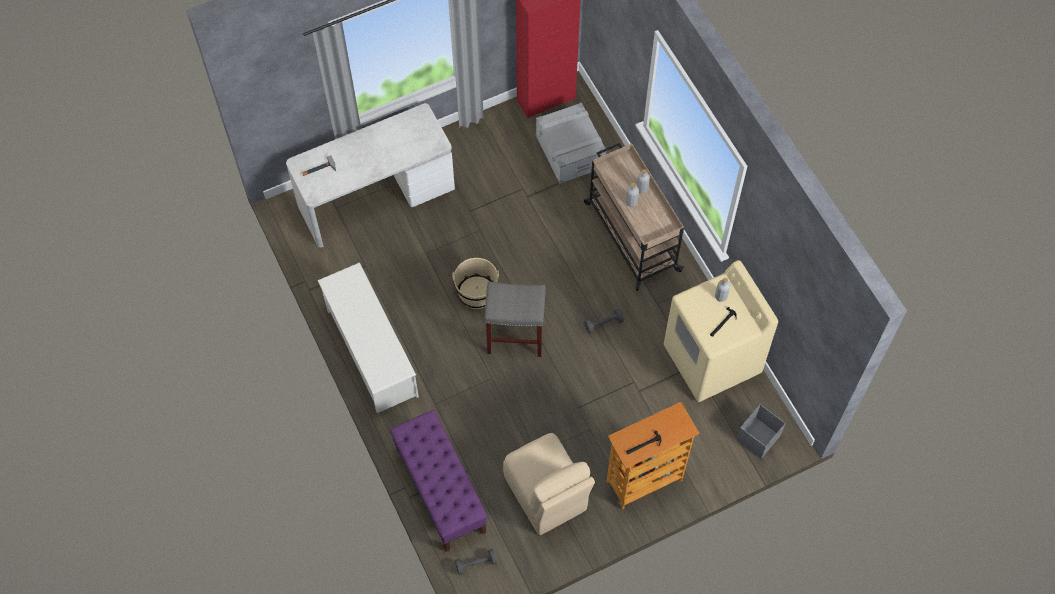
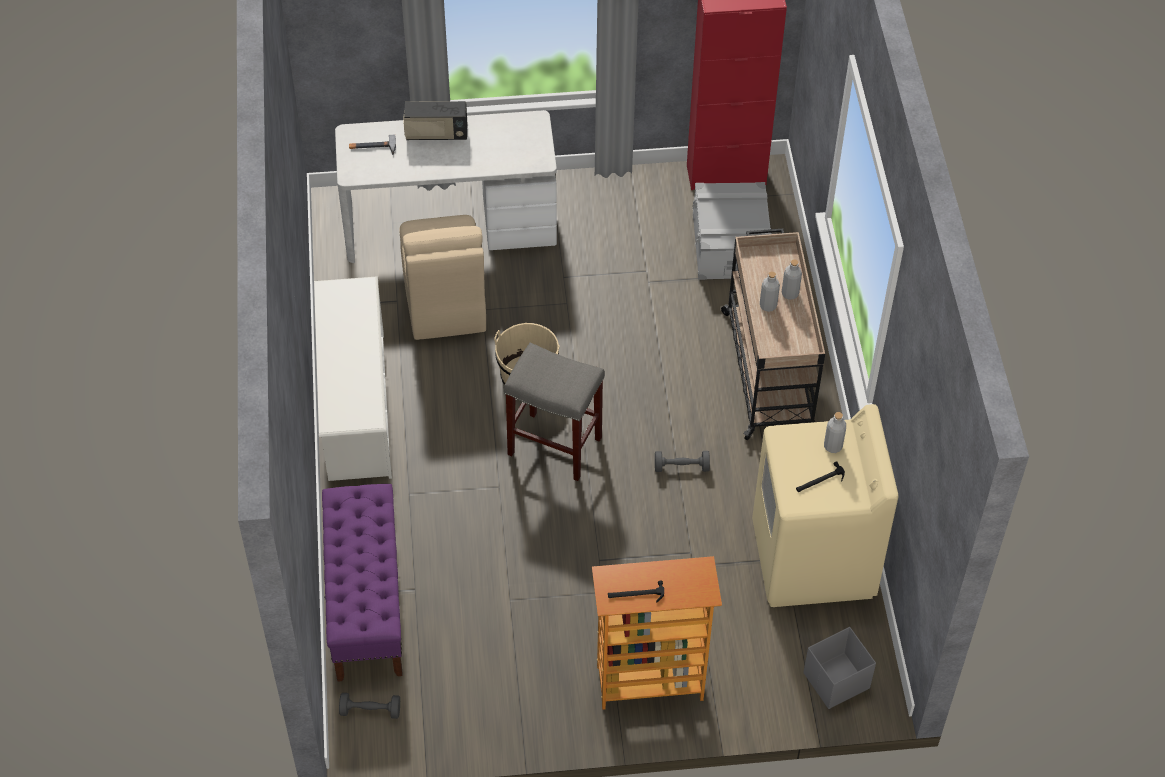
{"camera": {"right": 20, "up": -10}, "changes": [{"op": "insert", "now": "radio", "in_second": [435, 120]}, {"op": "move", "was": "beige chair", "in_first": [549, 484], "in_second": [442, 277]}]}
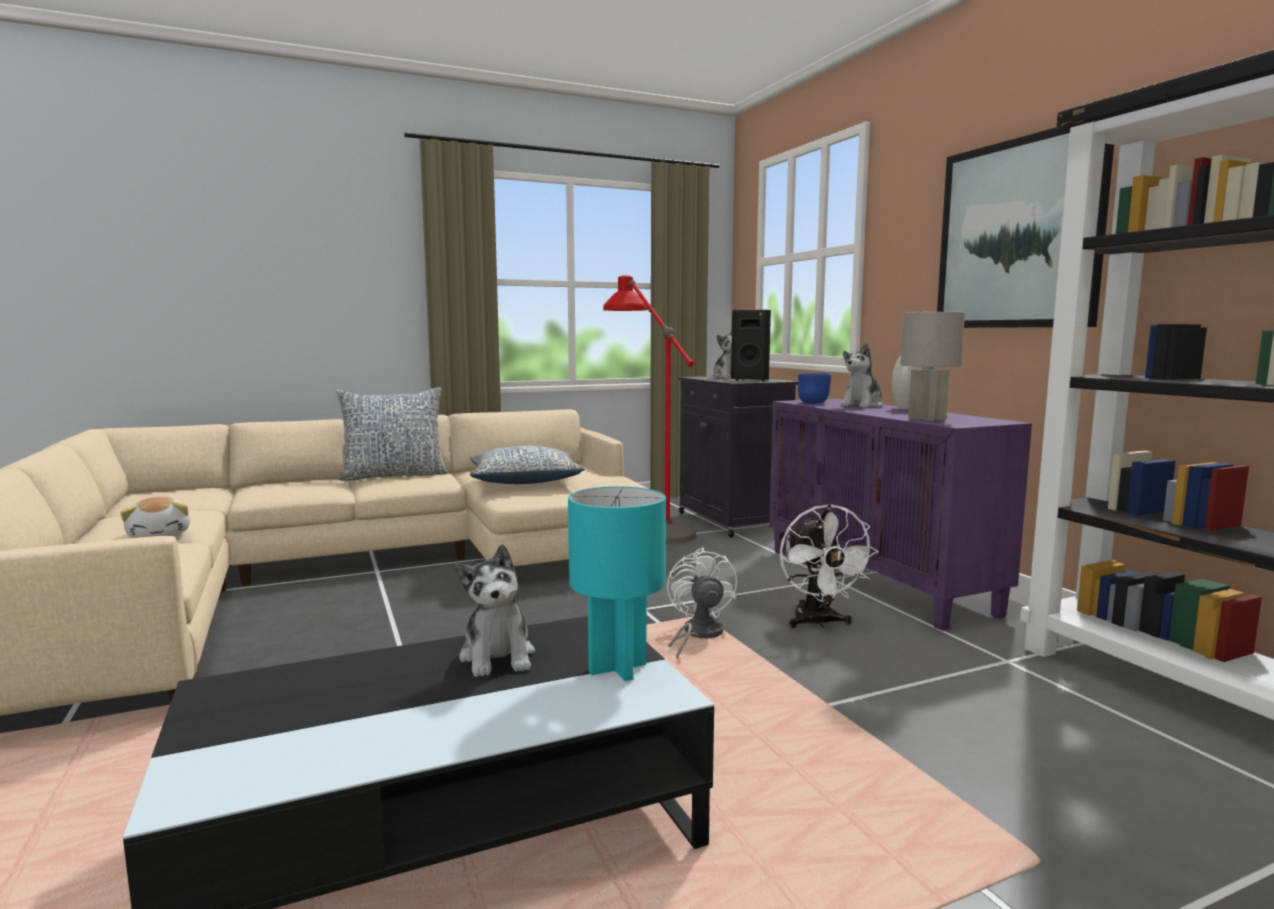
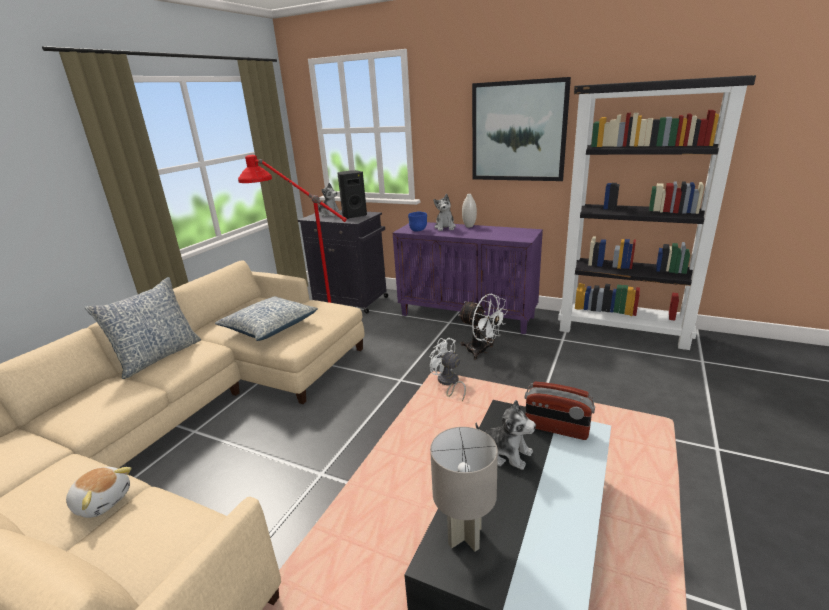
{"camera": {"right": -40, "up": 15}, "changes": [{"op": "move", "was": "grey table lamp", "in_first": [933, 366], "in_second": [464, 489]}, {"op": "replace", "was": "turquoise table lamp", "now": "radio", "in_first": [617, 583], "in_second": [560, 411]}]}
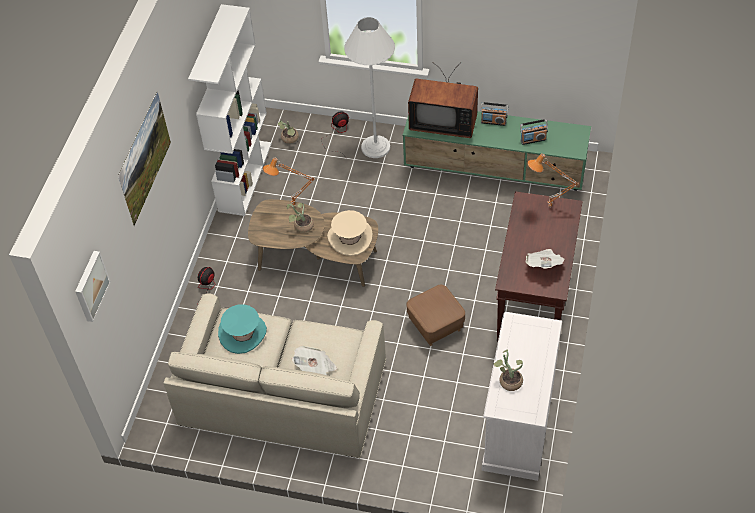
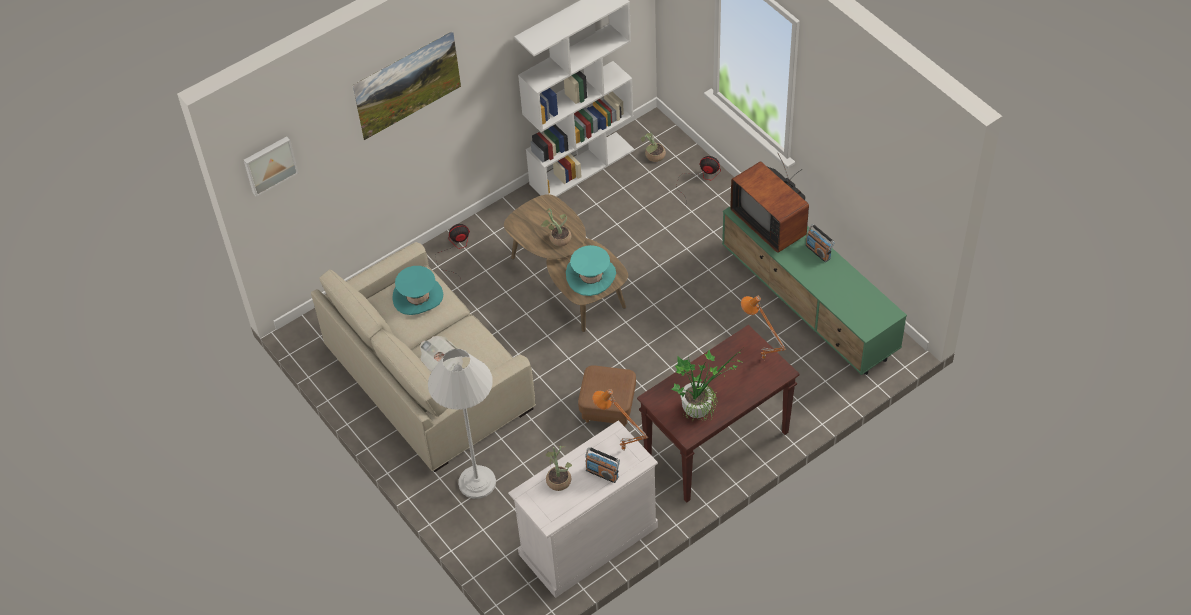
{"camera": {"right": 40, "up": 0}, "changes": [{"op": "move", "was": "orange table lamp", "in_first": [289, 181], "in_second": [620, 420]}, {"op": "move", "was": "white floor lamp", "in_first": [369, 87], "in_second": [462, 424]}, {"op": "move", "was": "radio", "in_first": [534, 132], "in_second": [602, 465]}, {"op": "replace", "was": "newspaper", "now": "potted plant", "in_first": [545, 259], "in_second": [706, 386]}, {"op": "recolor", "was": "beige hat", "now": "turquoise hat", "in_first": [350, 233], "in_second": [591, 270]}]}
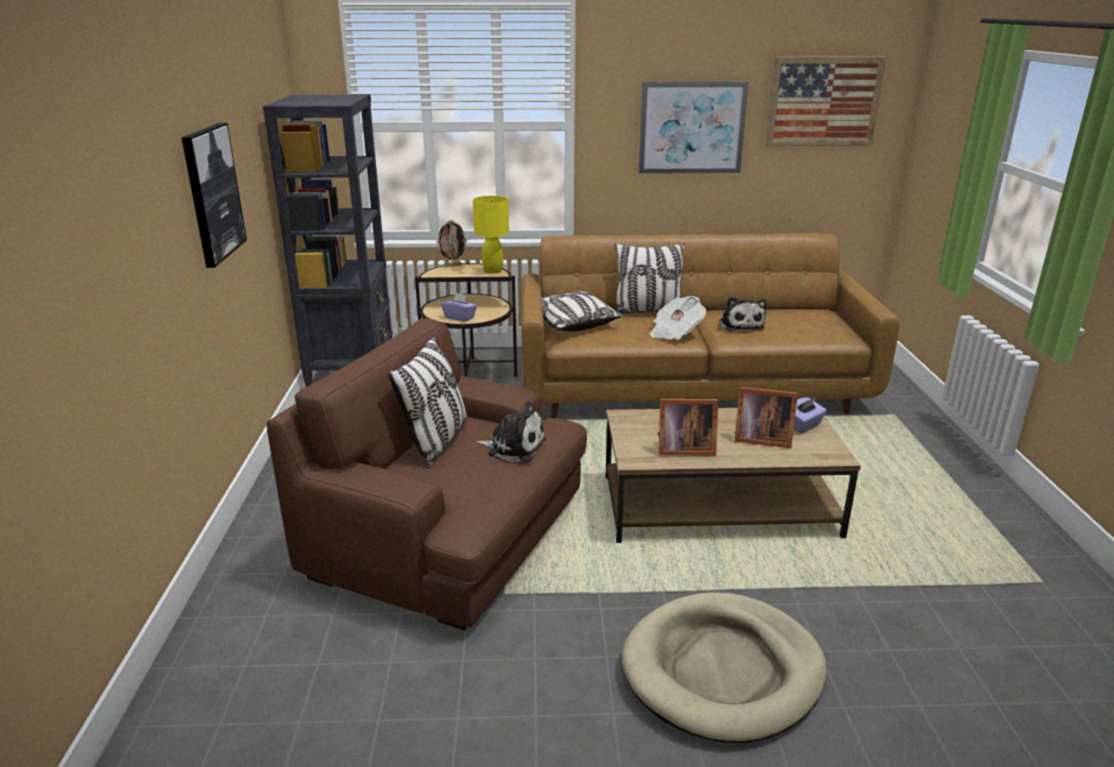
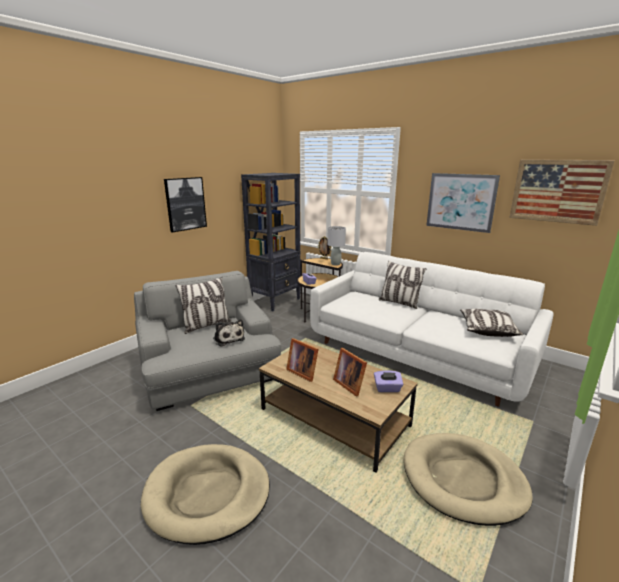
{"camera": {"right": 40, "up": -5}, "changes": [{"op": "delete", "was": "newspaper", "in_first": [678, 318]}, {"op": "delete", "was": "plush toy", "in_first": [742, 314]}, {"op": "insert", "now": "beige dog bed", "in_second": [468, 479]}, {"op": "move", "was": "pillow", "in_first": [581, 311], "in_second": [491, 323]}, {"op": "recolor", "was": "brown armchair", "now": "grey armchair", "in_first": [427, 474], "in_second": [207, 341]}, {"op": "recolor", "was": "yellow table lamp", "now": "grey table lamp", "in_first": [491, 235], "in_second": [336, 245]}, {"op": "recolor", "was": "brown sofa", "now": "white sofa", "in_first": [710, 325], "in_second": [432, 329]}]}
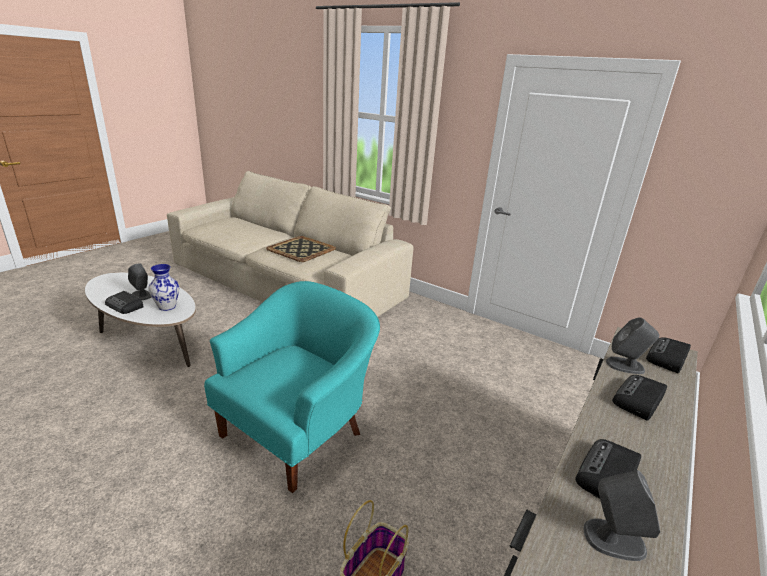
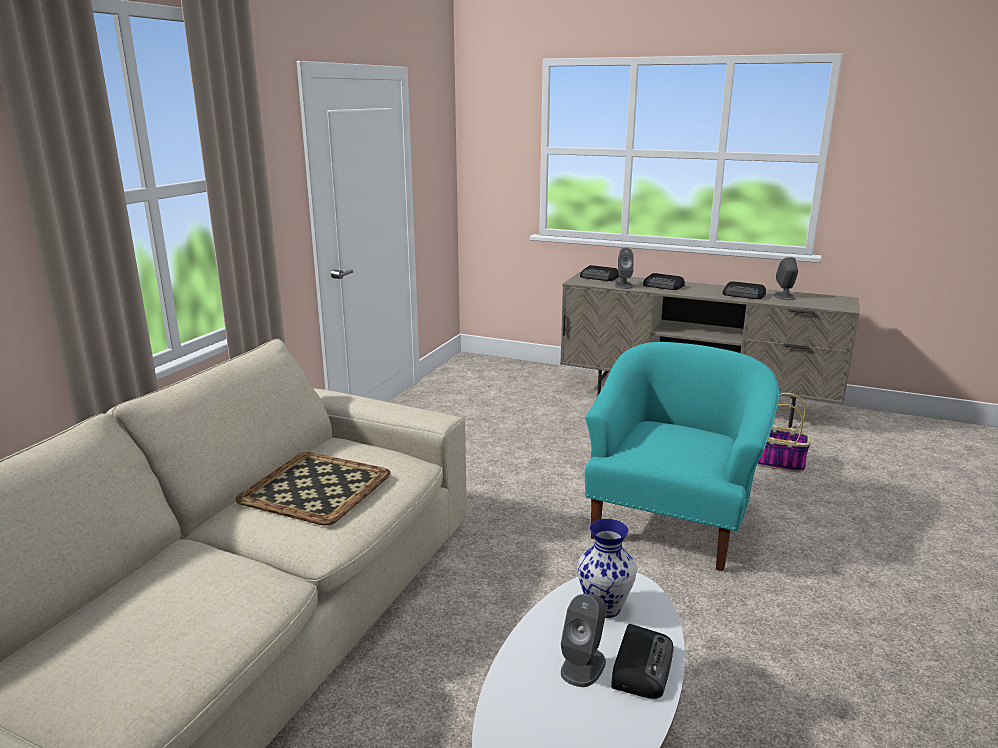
{"camera": {"right": -100, "up": -5}, "changes": [{"op": "rotate", "was": "turquoise armchair", "in_first": [292, 387], "in_second": [682, 456], "clockwise": 90}]}
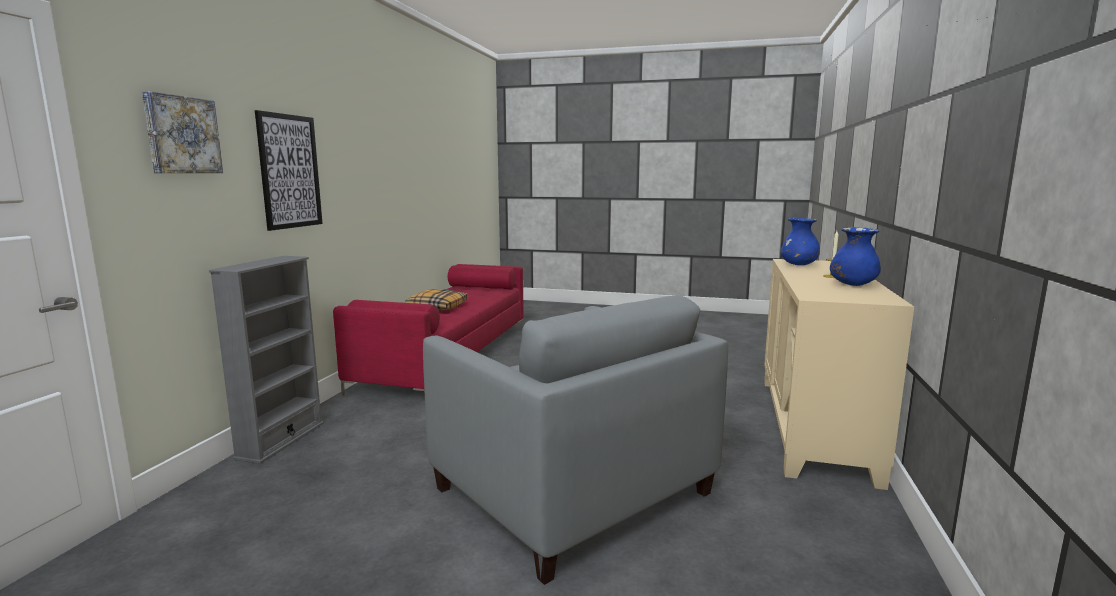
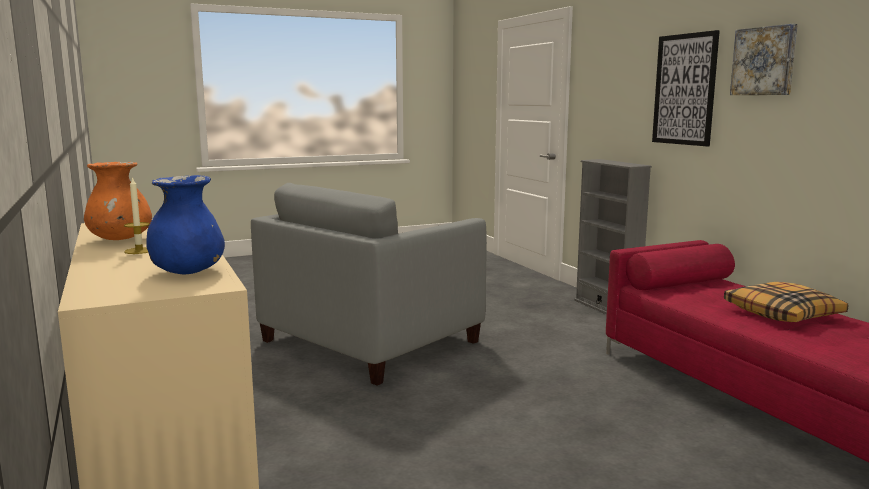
{"camera": {"right": 140, "up": 0}, "changes": [{"op": "move", "was": "picture", "in_first": [182, 132], "in_second": [764, 59]}, {"op": "recolor", "was": "blue vase", "now": "orange vase", "in_first": [855, 256], "in_second": [118, 201]}, {"op": "rotate", "was": "grey armchair", "in_first": [575, 440], "in_second": [369, 284], "clockwise": -60}]}
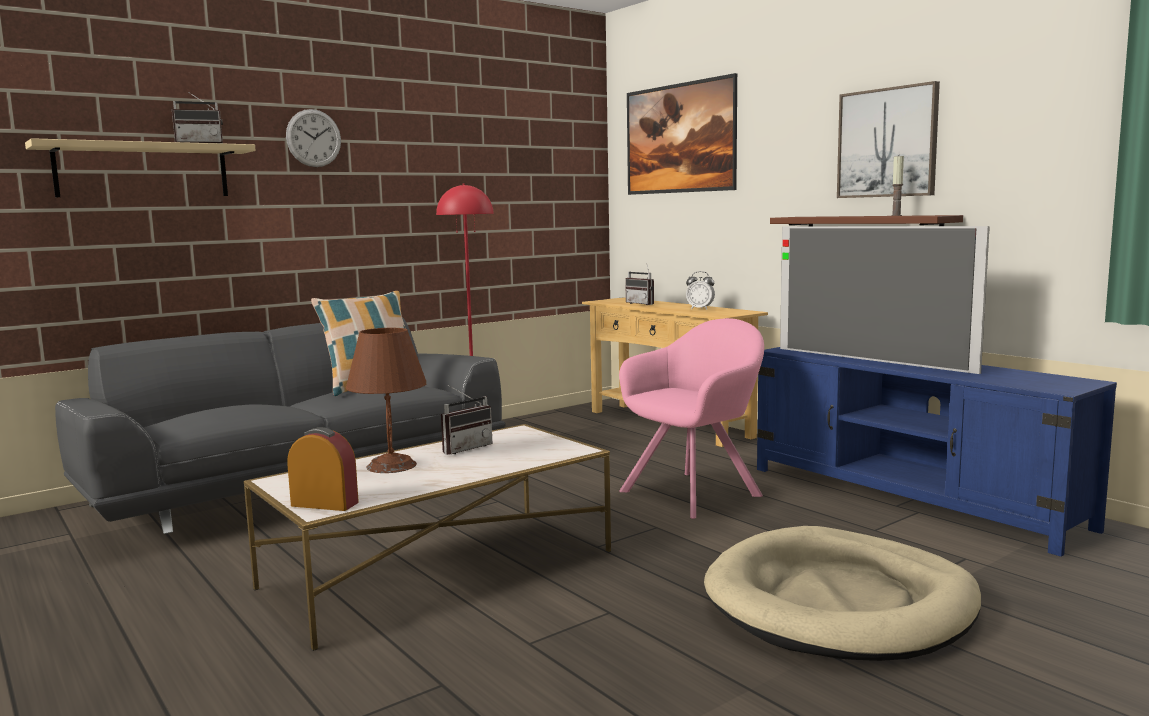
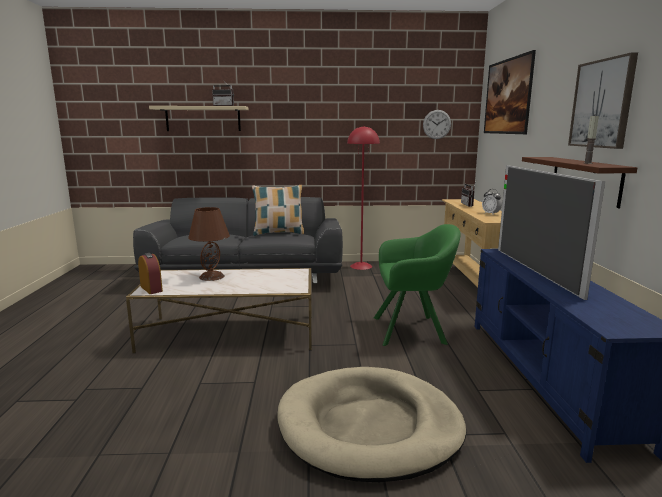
{"camera": {"right": 35, "up": 5}, "changes": [{"op": "delete", "was": "radio", "in_first": [467, 420]}, {"op": "move", "was": "wall clock", "in_first": [313, 138], "in_second": [437, 124]}, {"op": "recolor", "was": "pink armchair", "now": "green armchair", "in_first": [691, 418], "in_second": [417, 285]}]}
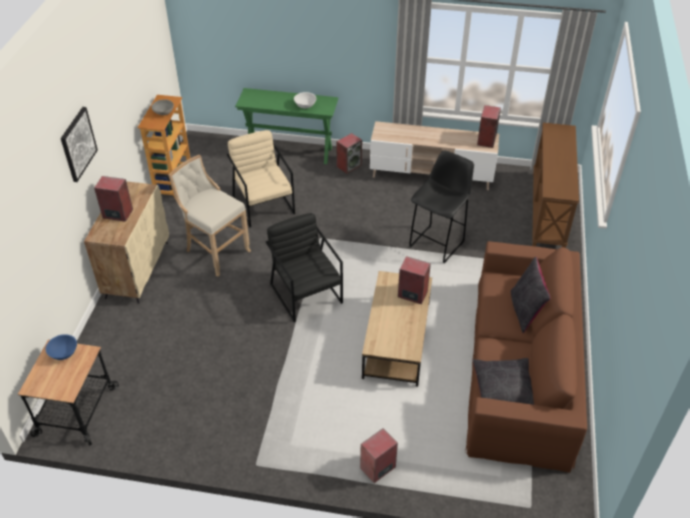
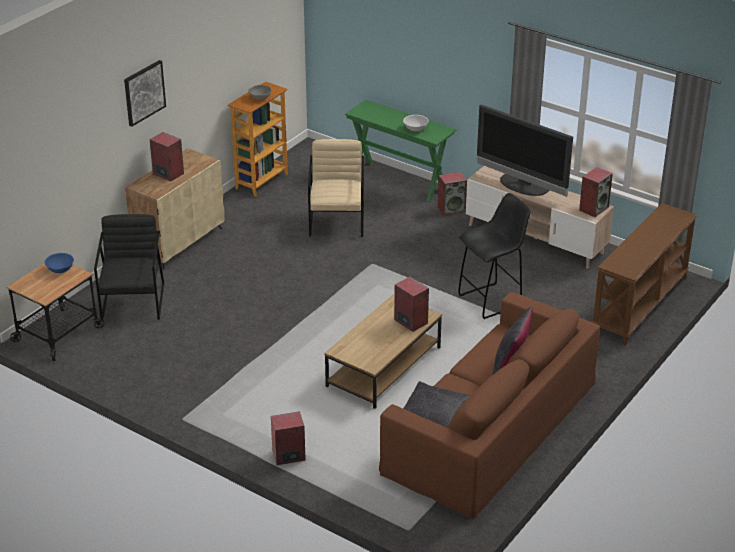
{"camera": {"right": 25, "up": -10}, "changes": [{"op": "delete", "was": "beige stool", "in_first": [209, 216]}, {"op": "insert", "now": "television", "in_second": [525, 150]}, {"op": "move", "was": "black armchair", "in_first": [304, 267], "in_second": [129, 267]}]}
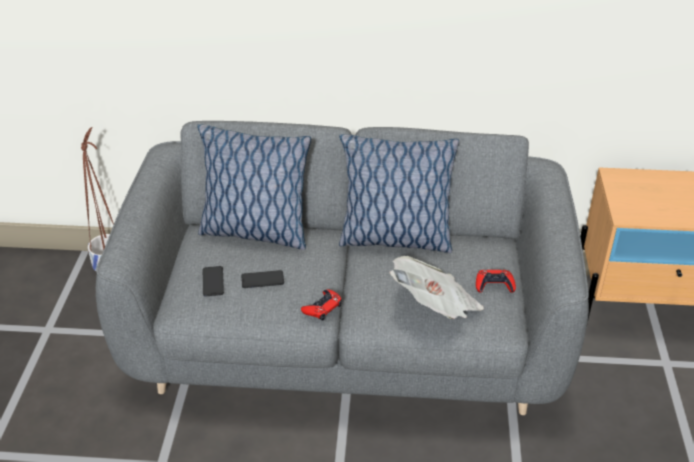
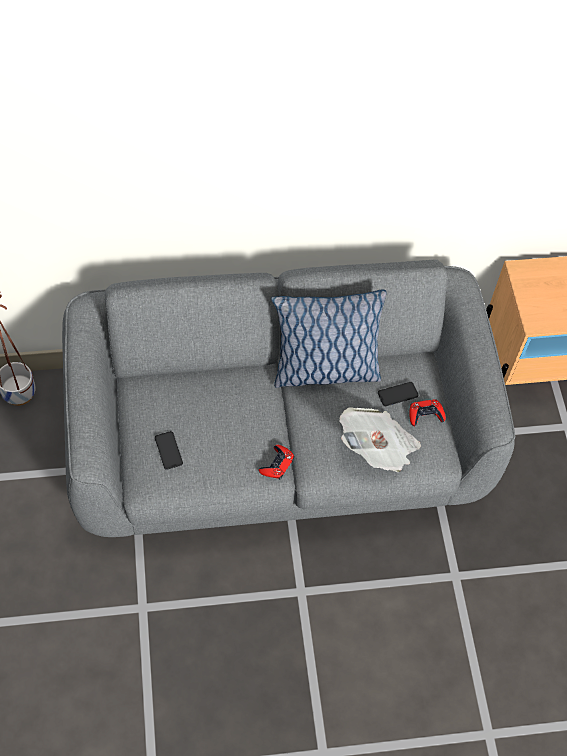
{"camera": {"right": -15, "up": 20}, "changes": [{"op": "delete", "was": "pillow", "in_first": [254, 187]}, {"op": "move", "was": "phone", "in_first": [262, 279], "in_second": [398, 394]}]}
